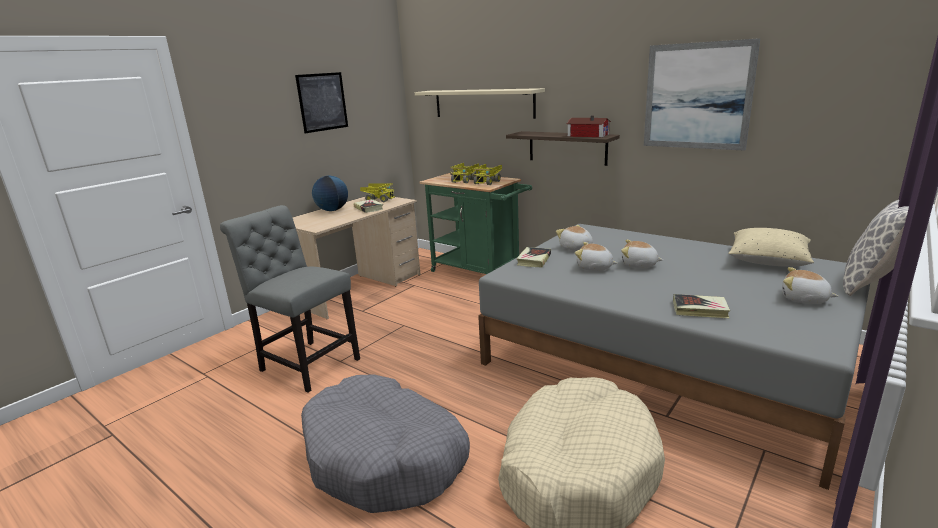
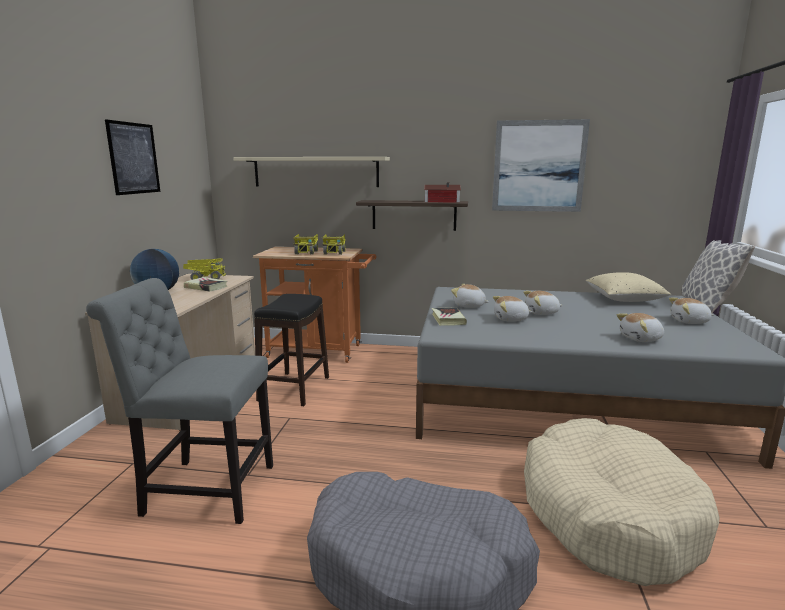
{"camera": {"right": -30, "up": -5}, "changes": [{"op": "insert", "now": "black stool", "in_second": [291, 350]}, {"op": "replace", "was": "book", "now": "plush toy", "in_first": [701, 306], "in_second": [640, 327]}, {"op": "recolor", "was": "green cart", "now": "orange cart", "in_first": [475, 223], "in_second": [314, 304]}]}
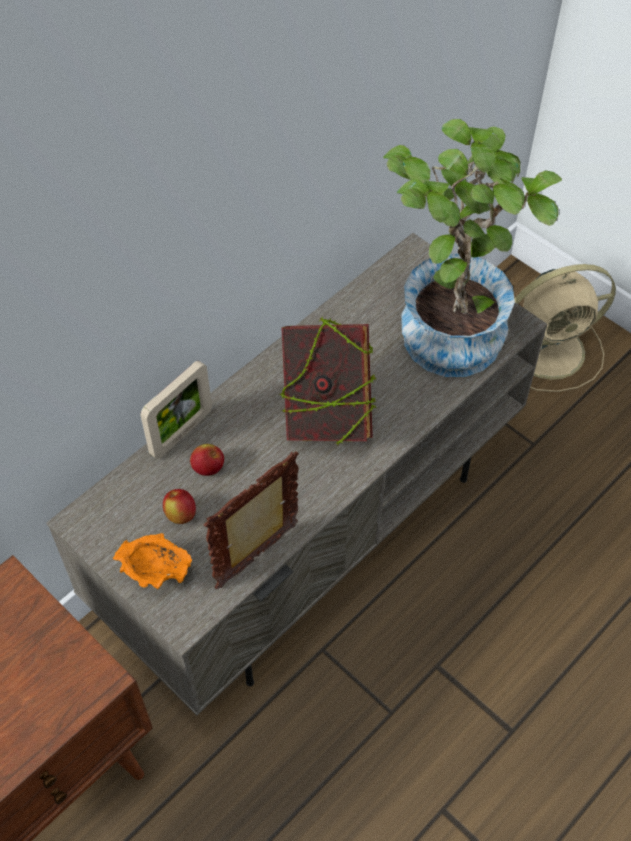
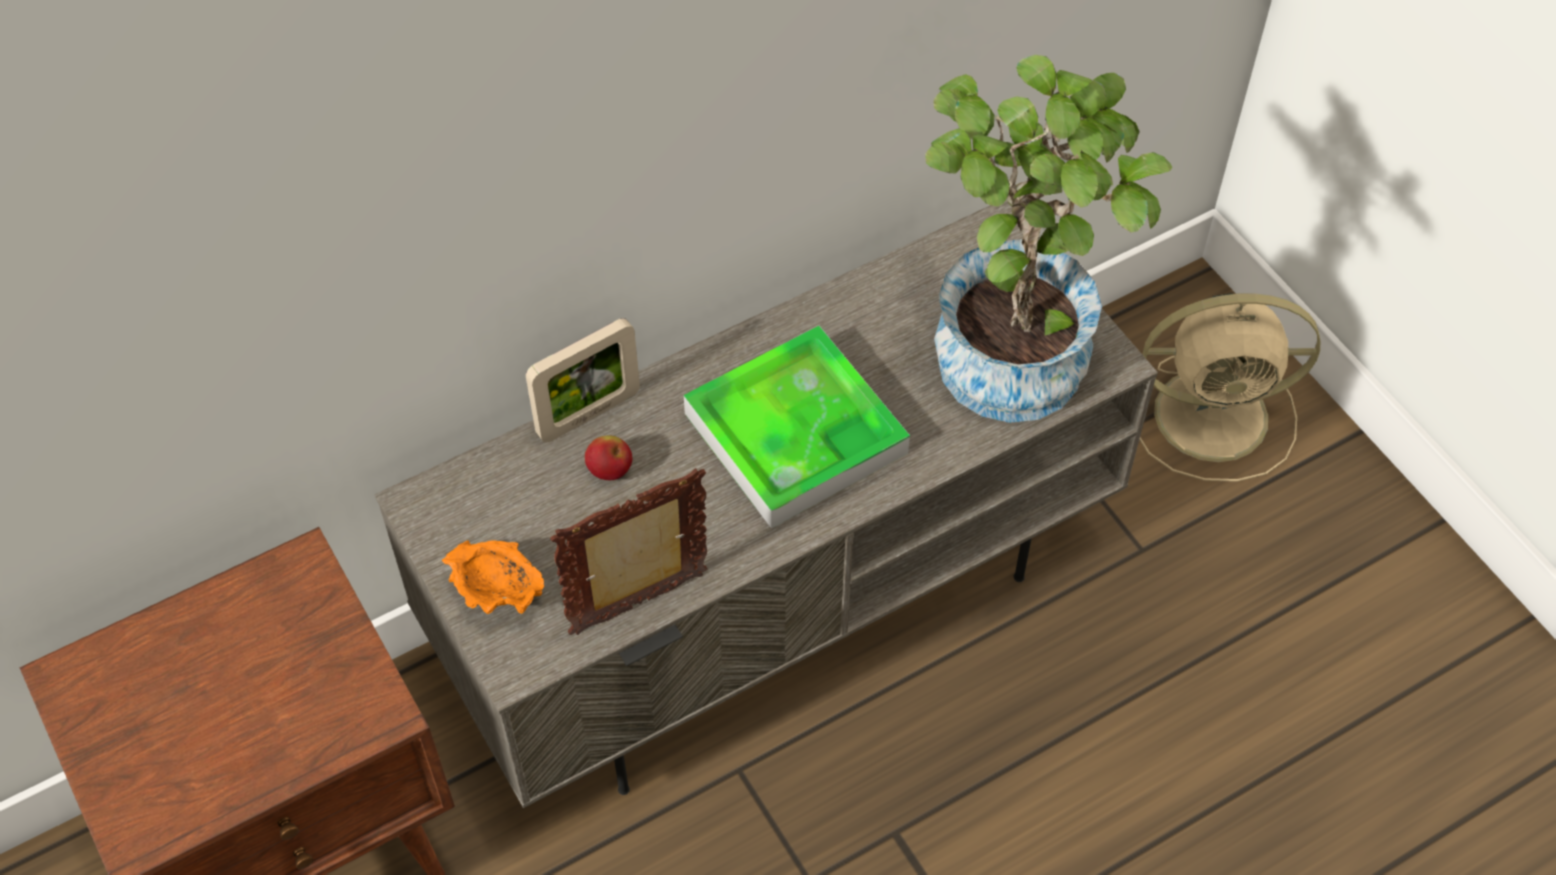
{"camera": {"right": 15, "up": 0}, "changes": [{"op": "delete", "was": "apple", "in_first": [179, 506]}, {"op": "replace", "was": "book", "now": "tray", "in_first": [328, 380], "in_second": [797, 427]}]}
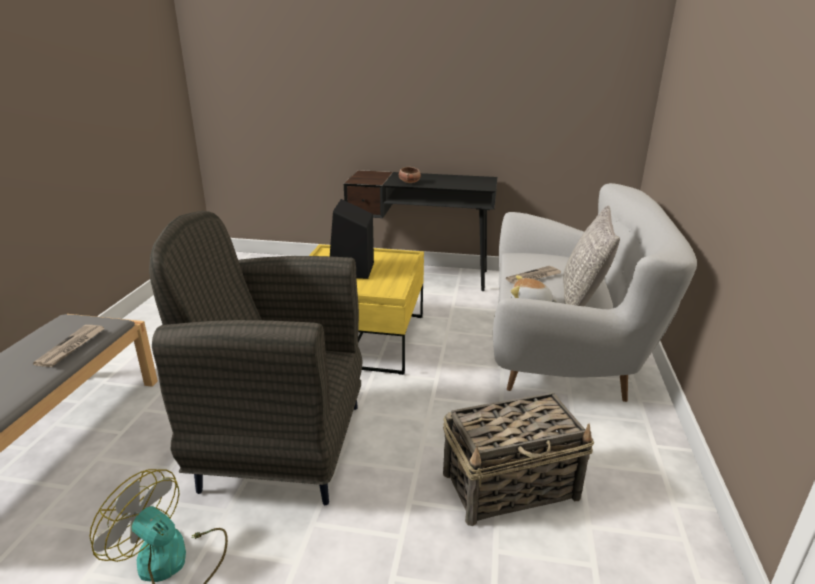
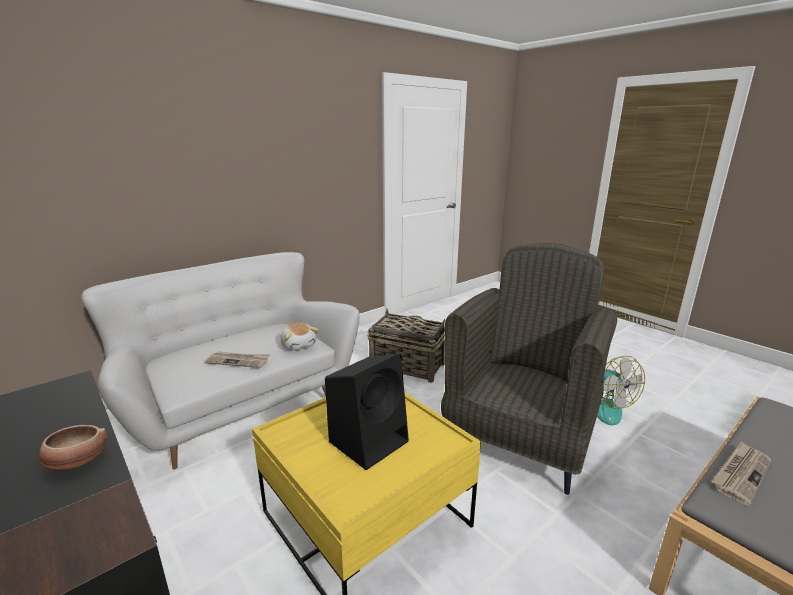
{"camera": {"right": -140, "up": -5}, "changes": [{"op": "delete", "was": "grey pillow", "in_first": [591, 256]}, {"op": "rotate", "was": "grey armchair", "in_first": [256, 358], "in_second": [529, 369], "clockwise": -105}]}
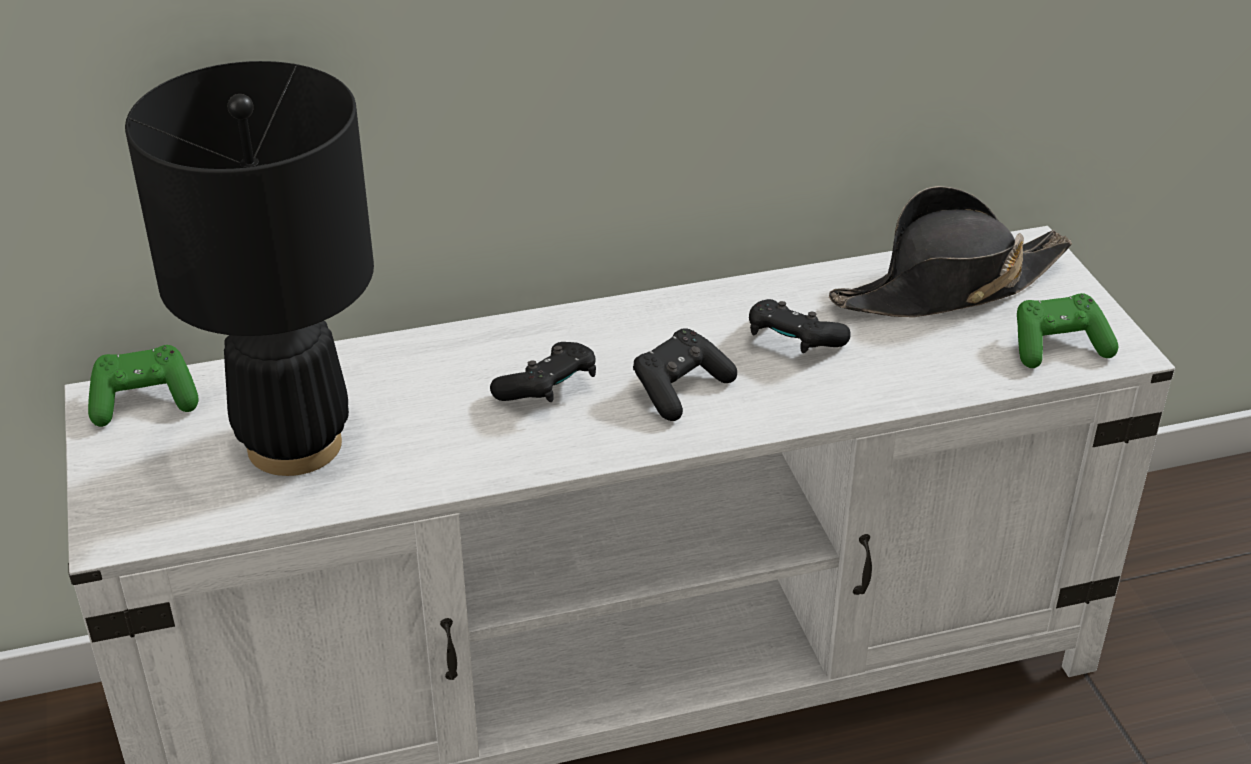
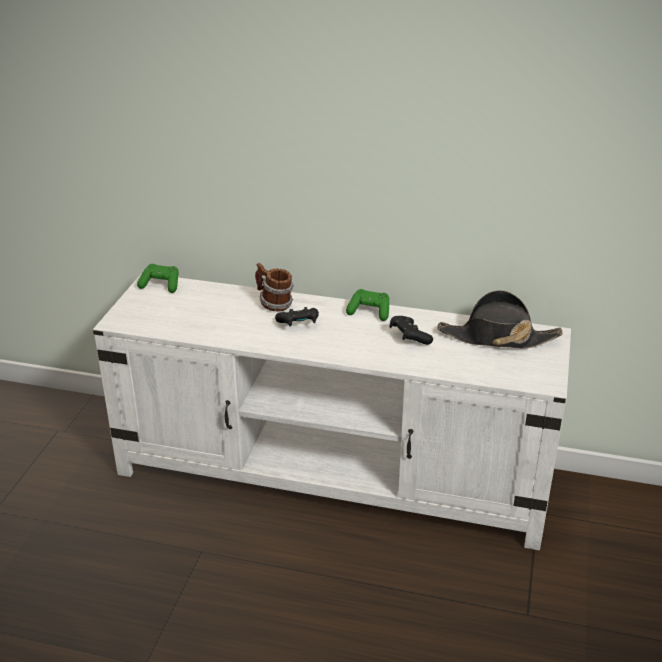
{"camera": {"right": 30, "up": -5}, "changes": [{"op": "delete", "was": "black table lamp", "in_first": [249, 268]}, {"op": "delete", "was": "black game controller", "in_first": [685, 374]}, {"op": "insert", "now": "mug", "in_second": [274, 287]}, {"op": "move", "was": "green game controller", "in_first": [1067, 330], "in_second": [367, 305]}]}
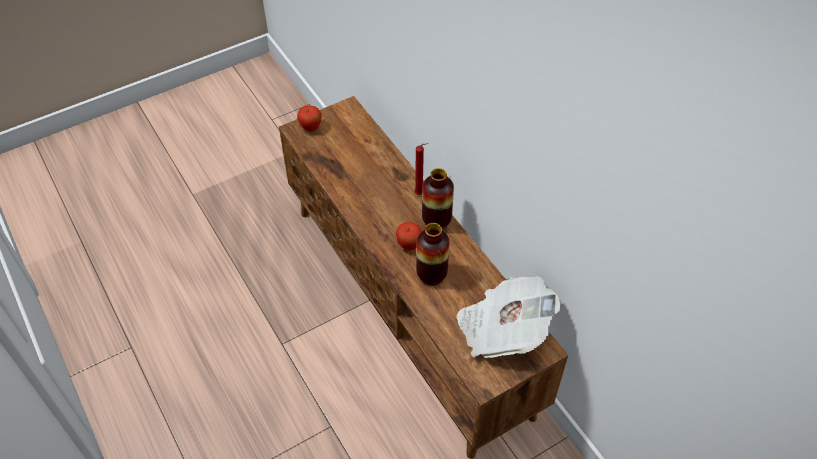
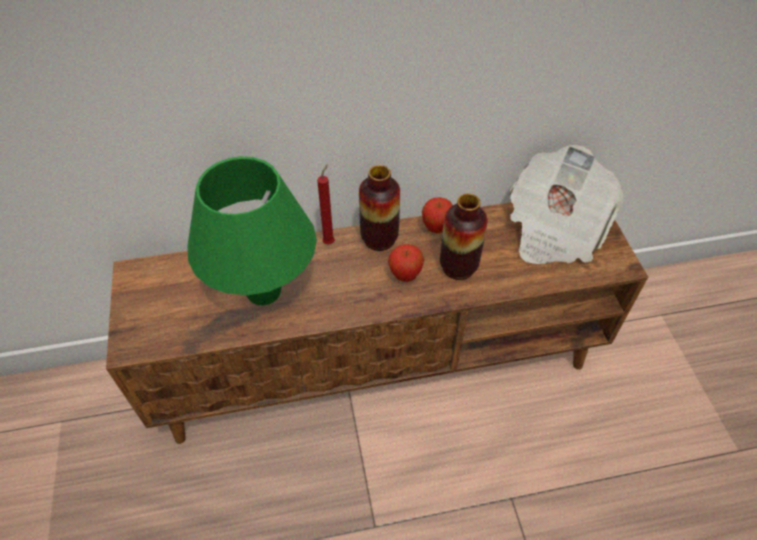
{"camera": {"right": -70, "up": 0}, "changes": [{"op": "insert", "now": "green table lamp", "in_second": [252, 231]}, {"op": "move", "was": "apple", "in_first": [309, 118], "in_second": [437, 215]}]}
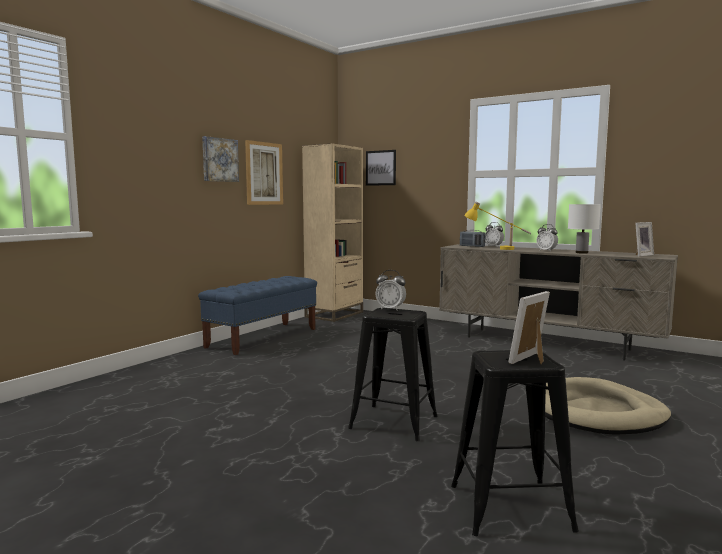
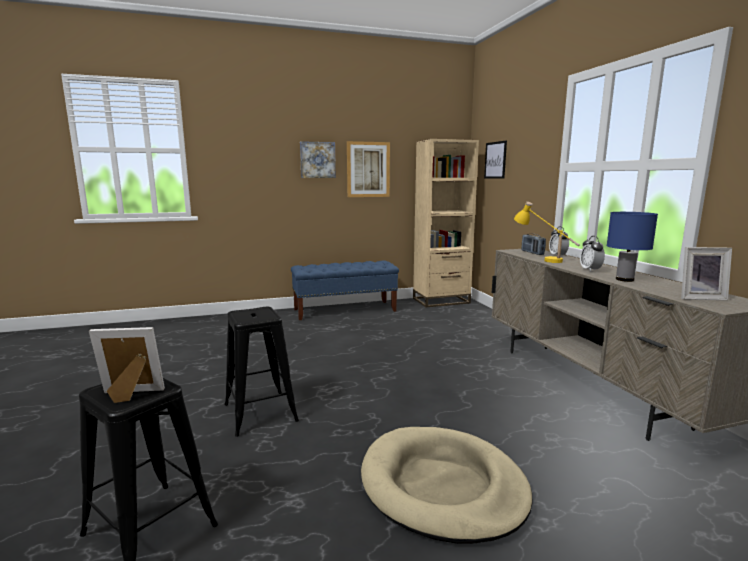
{"camera": {"right": 40, "up": 5}, "changes": [{"op": "delete", "was": "alarm clock", "in_first": [390, 290]}, {"op": "recolor", "was": "white table lamp", "now": "blue table lamp", "in_first": [584, 229], "in_second": [632, 247]}]}
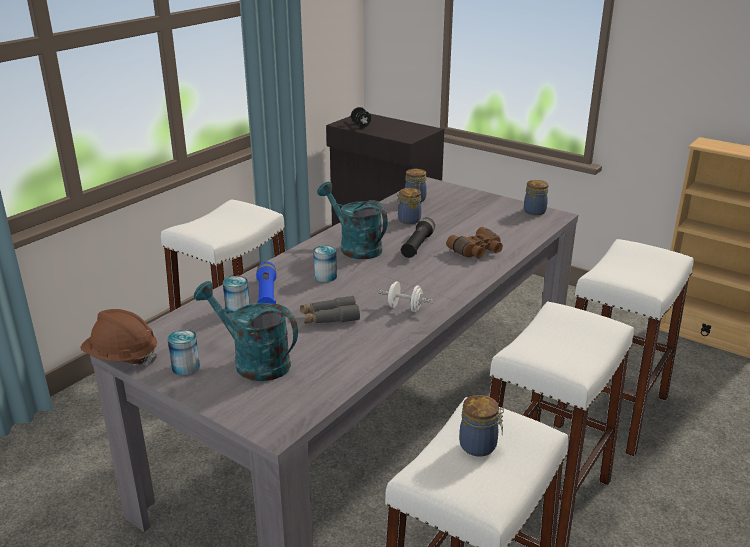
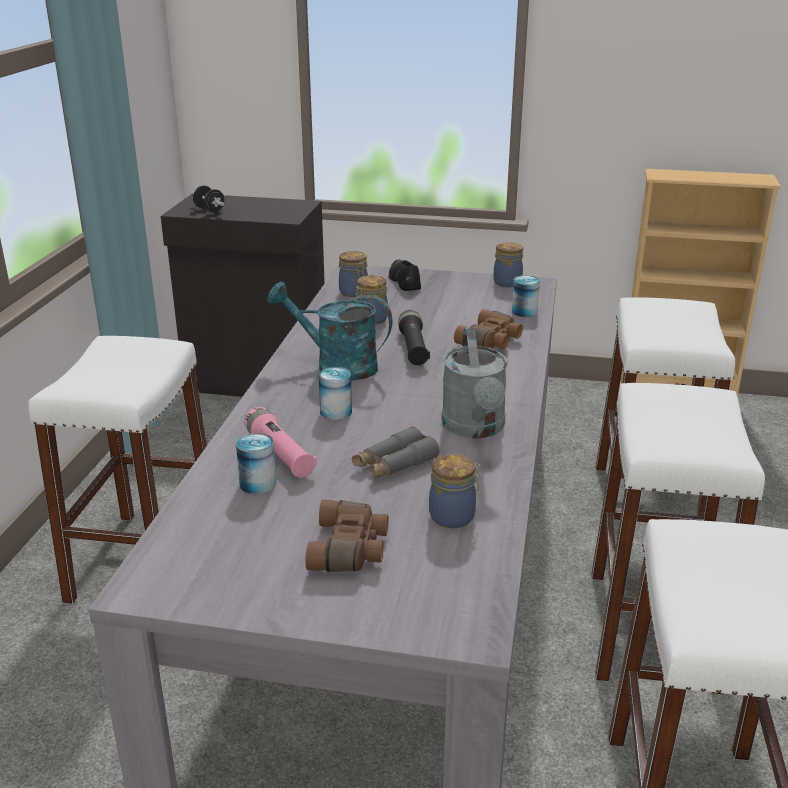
{"camera": {"right": -25, "up": 0}, "changes": [{"op": "delete", "was": "brown hard hat", "in_first": [119, 336]}, {"op": "insert", "now": "black shoe", "in_second": [405, 275]}, {"op": "move", "was": "can", "in_first": [184, 352], "in_second": [526, 296]}, {"op": "move", "was": "jar", "in_first": [481, 425], "in_second": [455, 491]}, {"op": "replace", "was": "turquoise watering can", "now": "brown binoculars", "in_first": [246, 331], "in_second": [347, 536]}, {"op": "replace", "was": "white dumbbell", "now": "grey watering can", "in_first": [406, 297], "in_second": [474, 383]}, {"op": "recolor", "was": "blue flashlight", "now": "pink flashlight", "in_first": [266, 282], "in_second": [280, 442]}]}
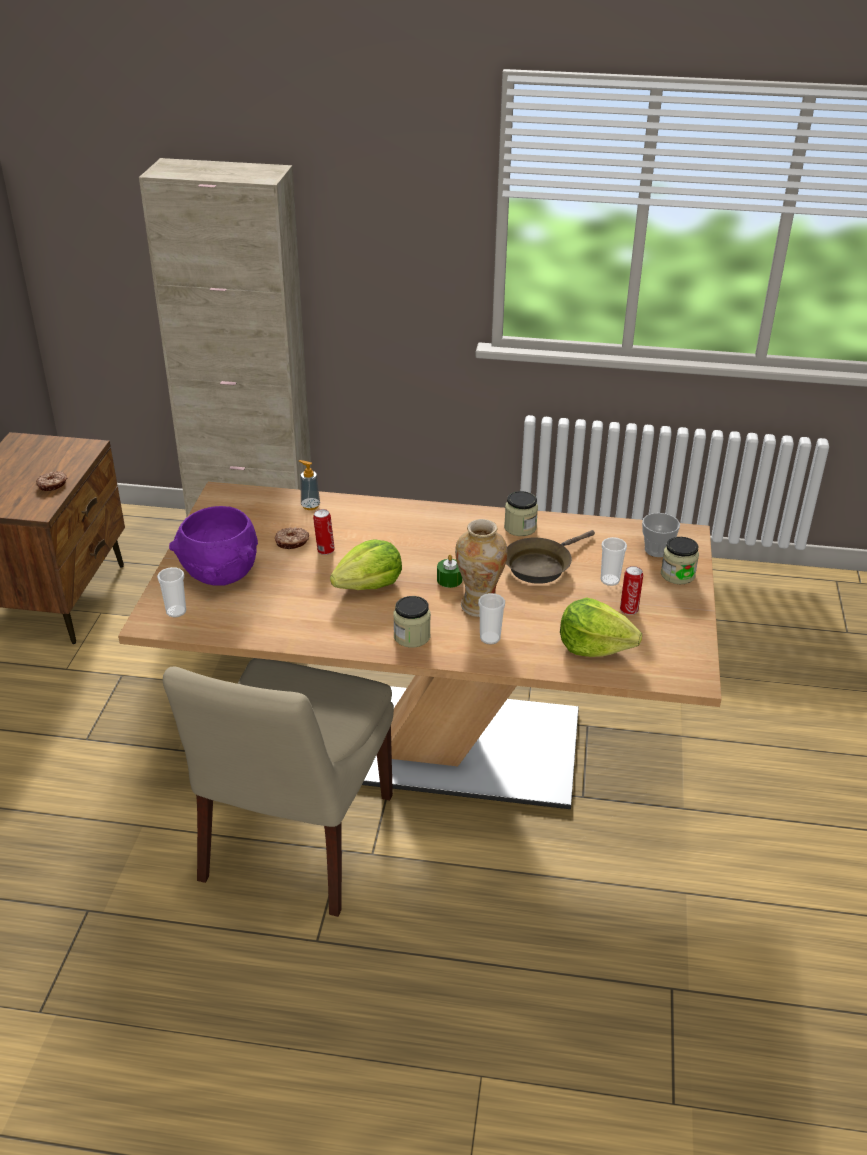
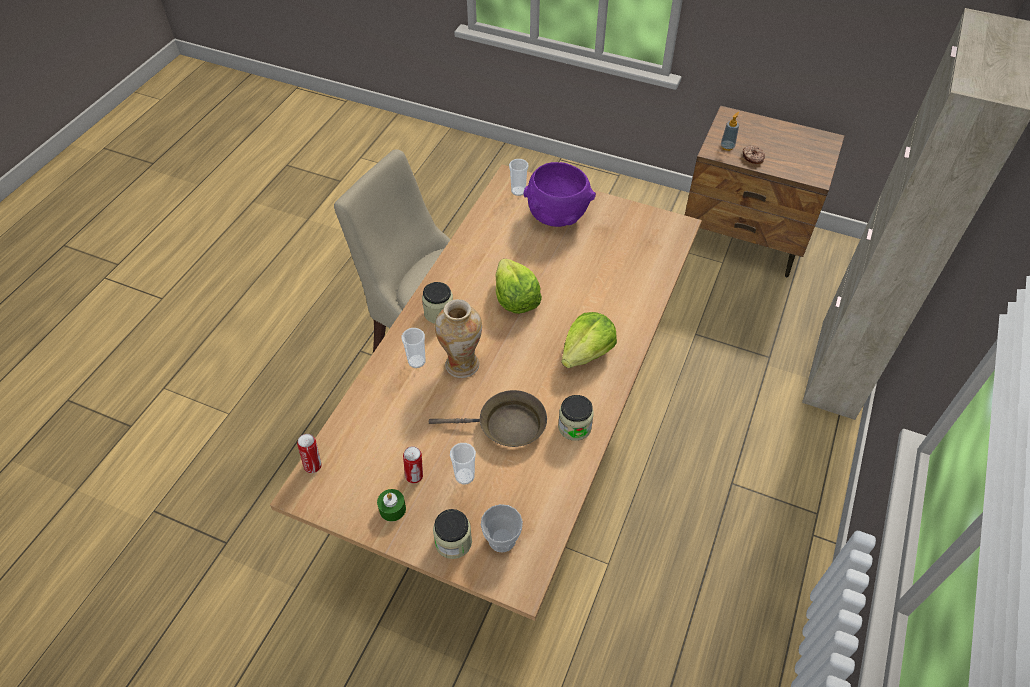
{"camera": {"right": 105, "up": 15}, "changes": [{"op": "delete", "was": "donut", "in_first": [292, 538]}, {"op": "move", "was": "soap dispenser", "in_first": [309, 485], "in_second": [730, 131]}, {"op": "move", "was": "can", "in_first": [324, 532], "in_second": [309, 453]}, {"op": "move", "was": "green candle", "in_first": [450, 571], "in_second": [391, 505]}, {"op": "move", "was": "lettuce", "in_first": [601, 627], "in_second": [589, 340]}, {"op": "rotate", "was": "brown frying pan", "in_first": [550, 557], "in_second": [488, 418], "clockwise": 120}]}
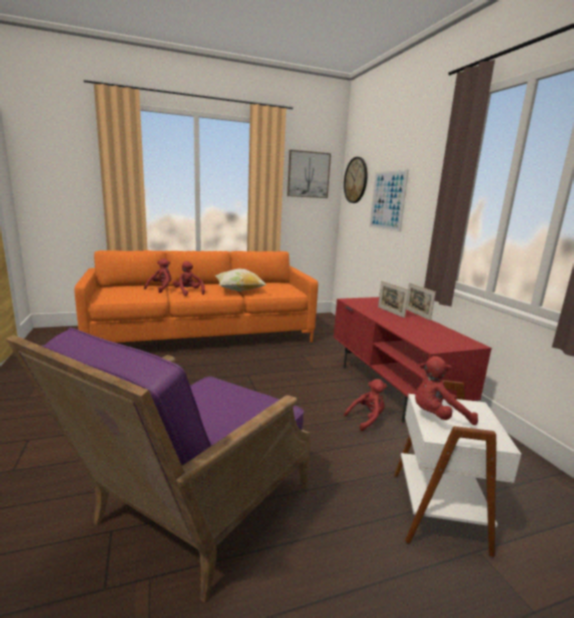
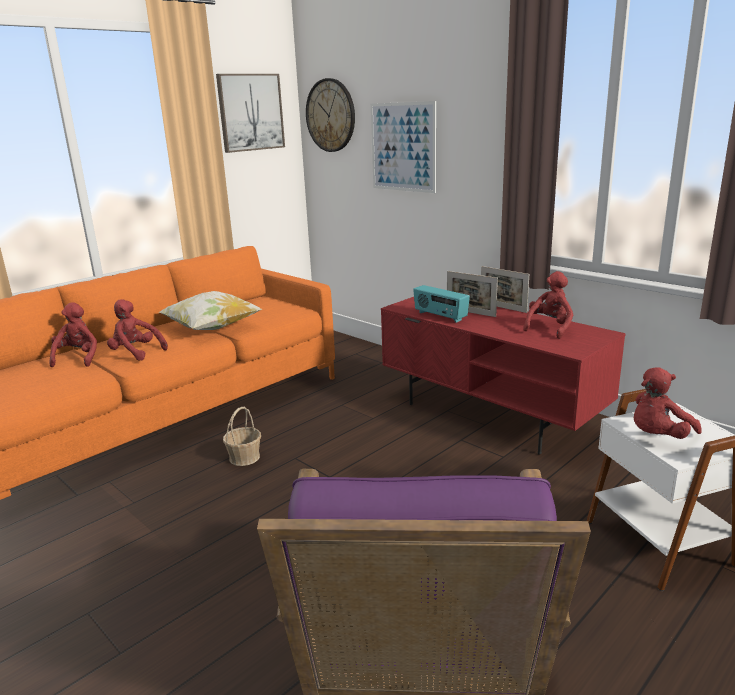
{"camera": {"right": -25, "up": 5}, "changes": [{"op": "insert", "now": "basket", "in_second": [242, 436]}, {"op": "insert", "now": "radio", "in_second": [441, 304]}, {"op": "move", "was": "red plush toy", "in_first": [365, 405], "in_second": [548, 305]}]}
